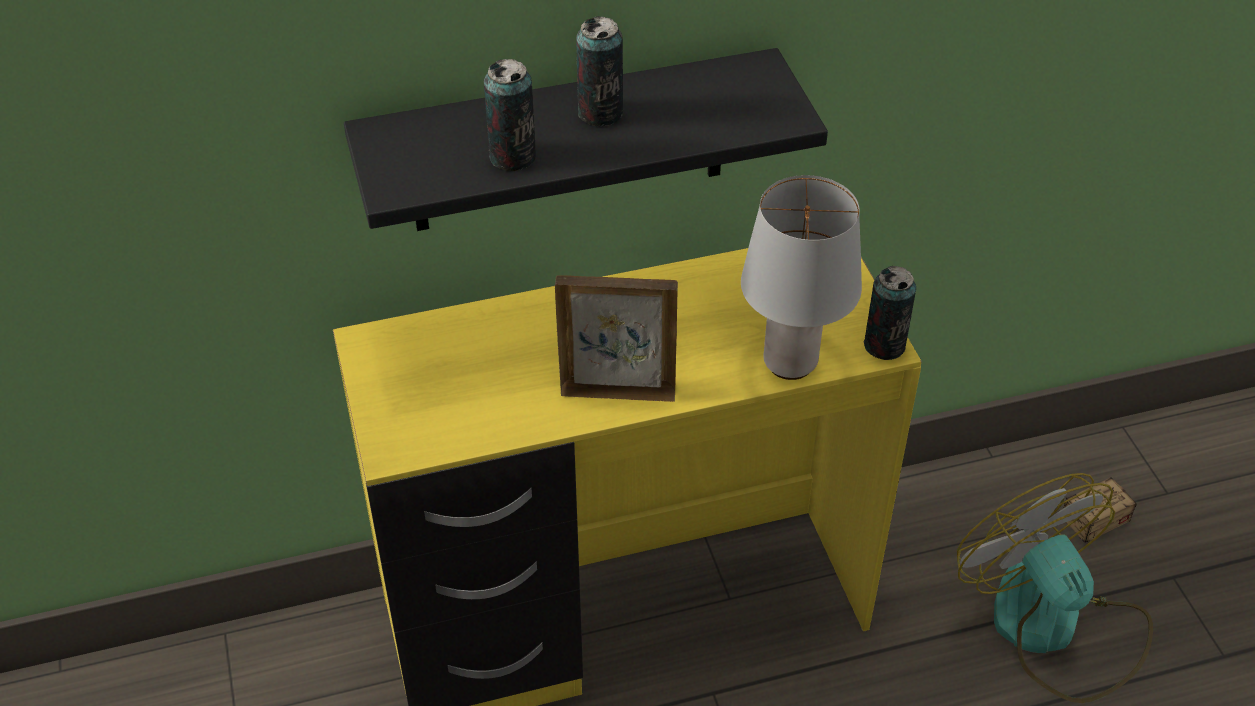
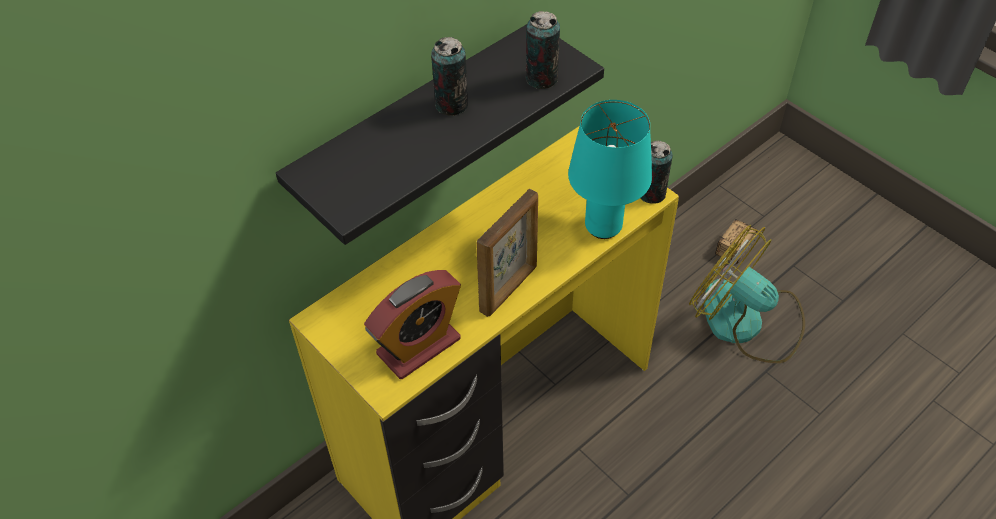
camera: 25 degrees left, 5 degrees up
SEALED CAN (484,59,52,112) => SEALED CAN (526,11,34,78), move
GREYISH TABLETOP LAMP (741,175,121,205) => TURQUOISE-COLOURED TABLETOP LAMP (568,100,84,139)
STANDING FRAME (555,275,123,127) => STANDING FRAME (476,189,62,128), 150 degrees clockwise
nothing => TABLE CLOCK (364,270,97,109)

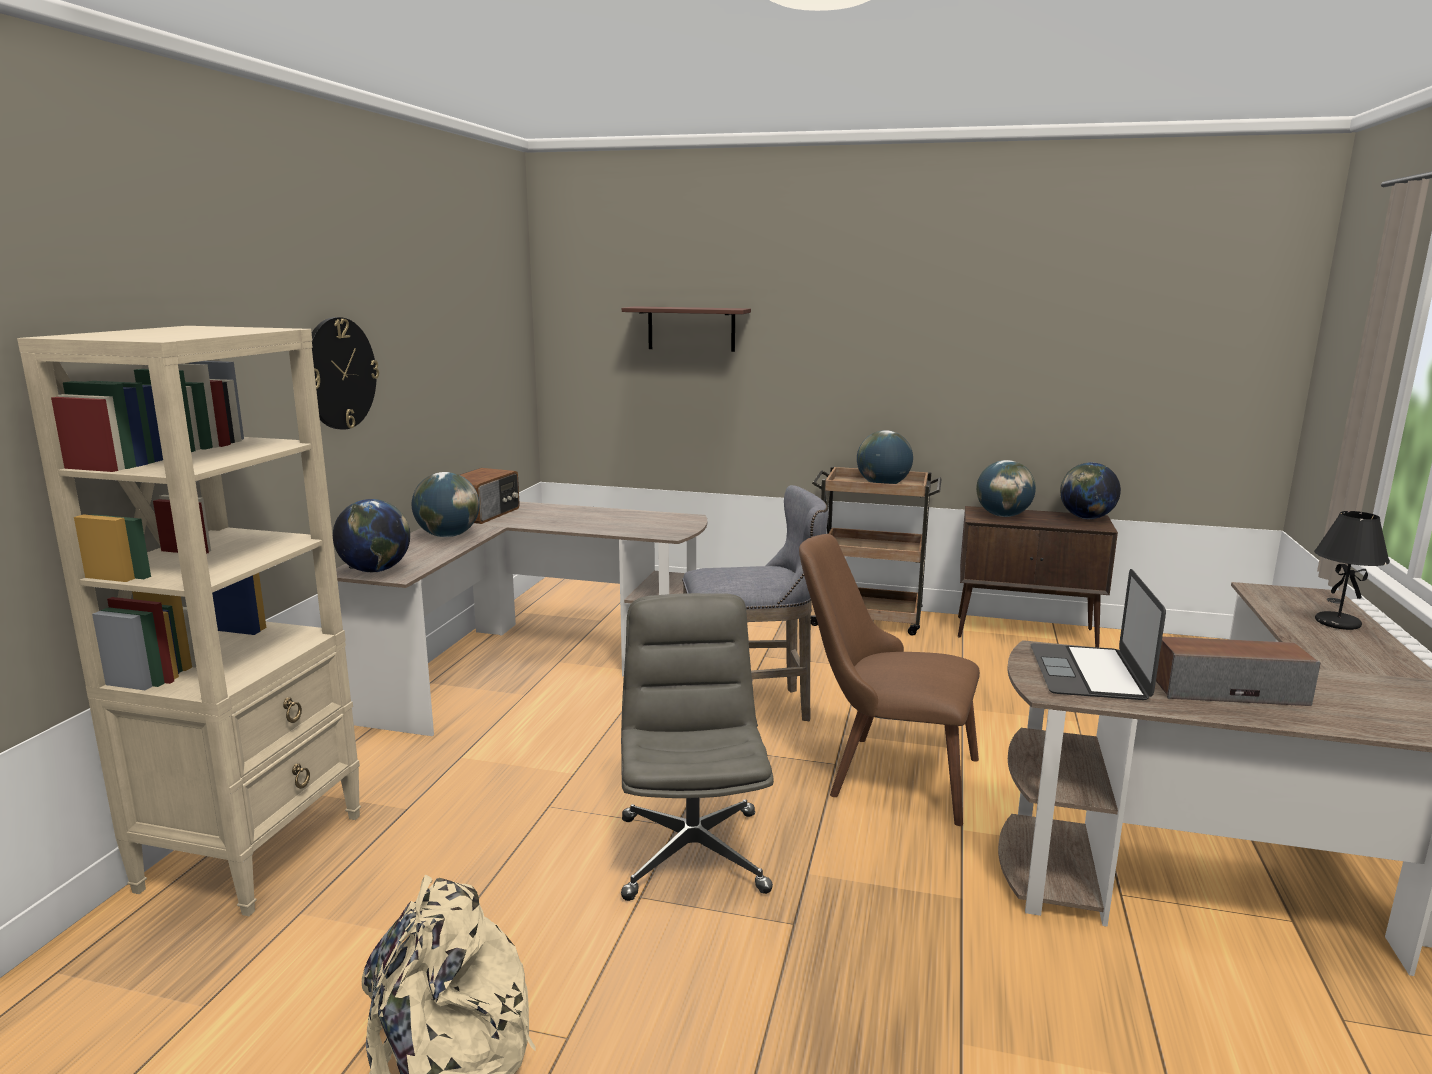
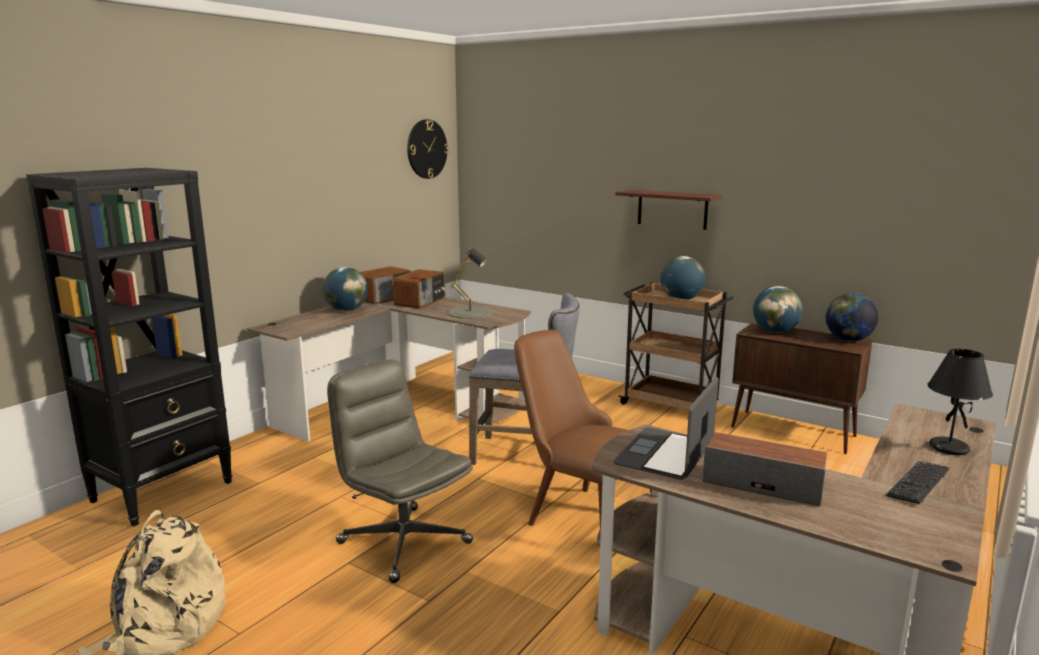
camera: 20 degrees right, 0 degrees up
BRACKET SHELF (622,306,129,46) => BRACKET SHELF (615,190,107,40), move
HANGING CLOCK (312,317,67,113) => HANGING CLOCK (407,119,42,60), move
BEIGE-COLOURED SHELVING UNIT (17,326,344,590) => BLACK SHELVING UNIT (26,168,206,359)
DESK GLOBE (333,499,77,73) => nothing
GREYISH COMPUTER CHAIR (621,593,153,308) => GREYISH COMPUTER CHAIR (327,360,146,223), 60 degrees counterclockwise
nothing => GREYISH TABLETOP LAMP (449,247,44,72)
nothing => RADIO SET (392,269,53,39)
nothing => PC KEYBOARD (886,461,63,43)

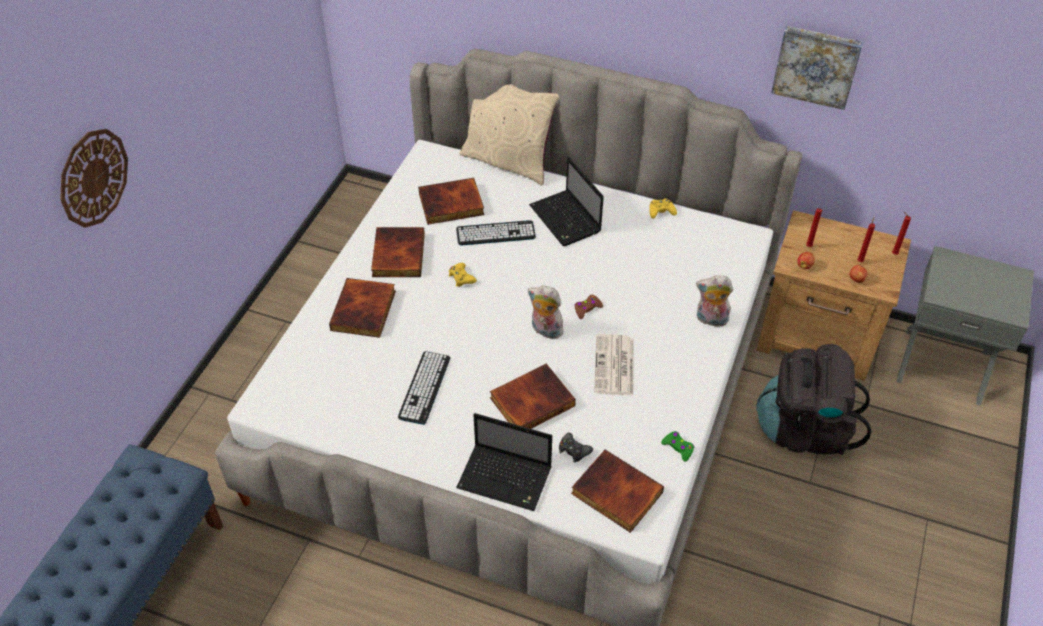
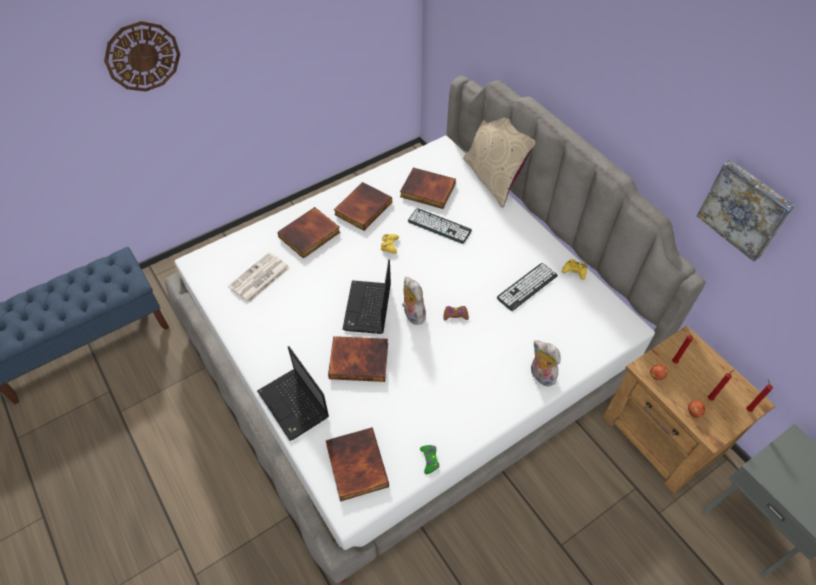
camera: 35 degrees right, 5 degrees up
LAPTOP (529,157,75,89) => LAPTOP (342,259,49,75), move
NEWSPAPER (594,334,40,62) => NEWSPAPER (228,252,62,51), move
BLACK RUCKSACK (756,344,115,111) => nothing
PC KEYBOARD (398,351,52,74) => PC KEYBOARD (497,263,61,48), move
BLACK JOYPAD (559,432,34,31) => nothing

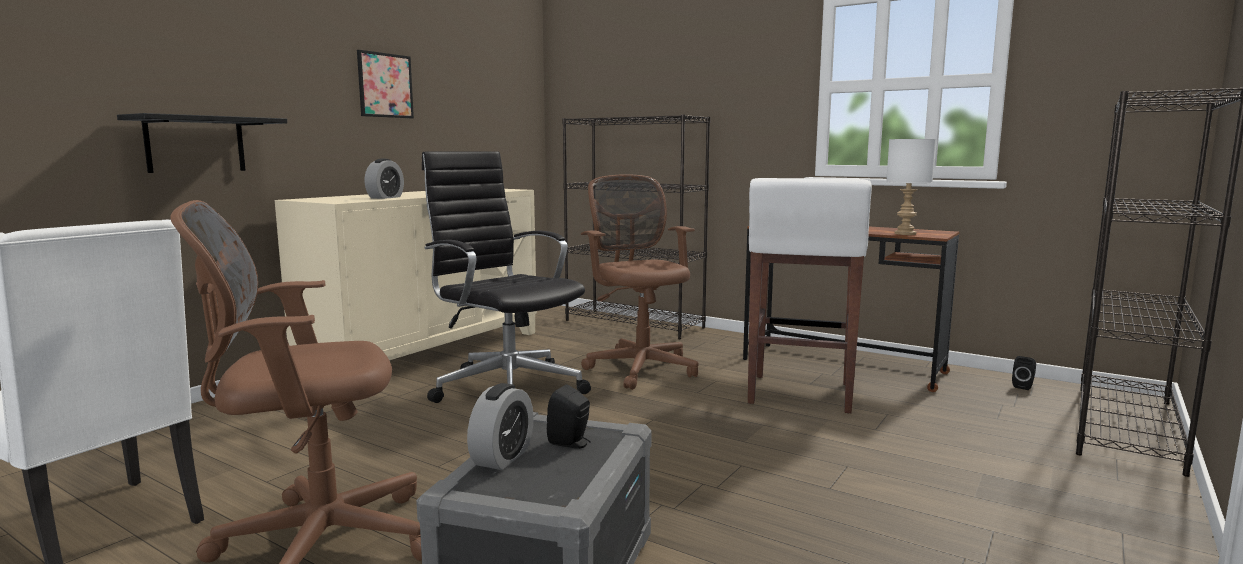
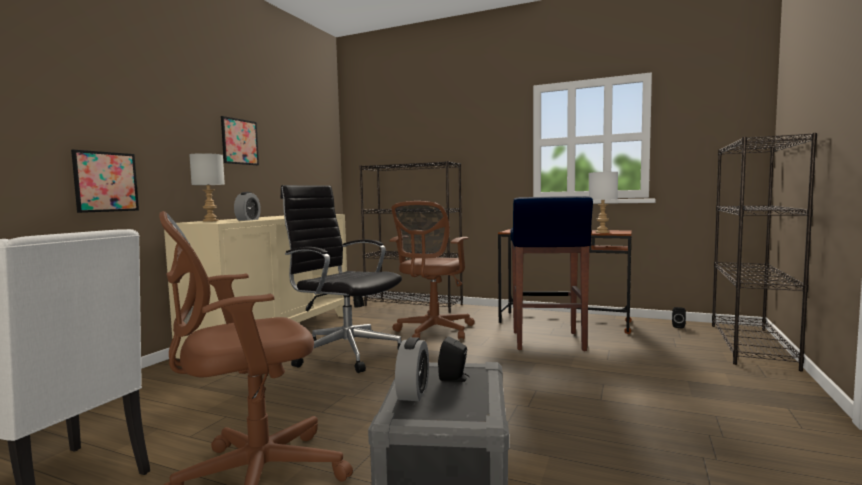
camera: 10 degrees left, 5 degrees down
BLACK BRACKET SHELF (117,113,170,60) => WALL PICTURE (71,150,68,63)
BROWN COMPUTER CHAIR (581,174,118,216) => BROWN COMPUTER CHAIR (389,201,85,139), 120 degrees counterclockwise
WHITE SITTING STOOL (748,178,124,235) => BLUISH SITTING STOOL (510,196,83,155)
nothing => GREYISH TABLETOP LAMP (189,153,36,69)

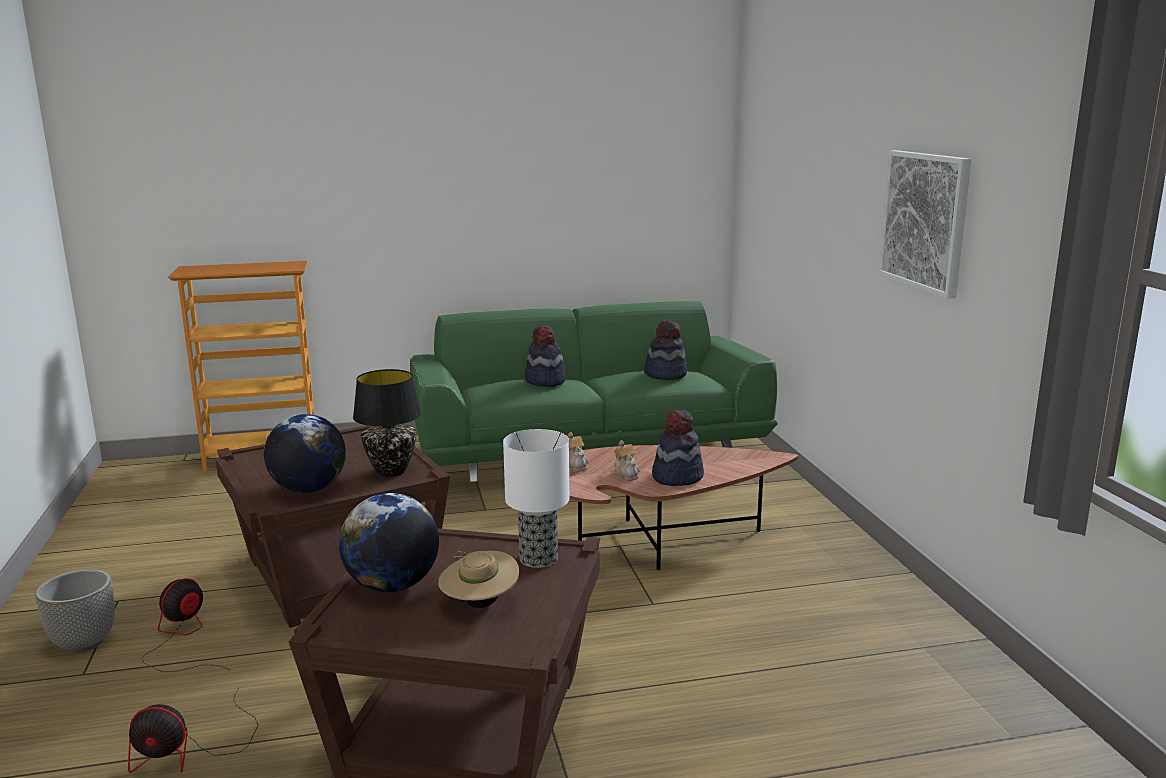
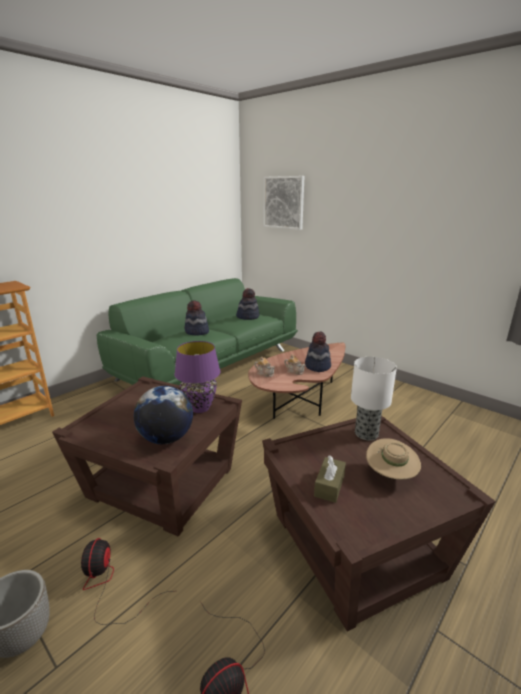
camera: 35 degrees left, 5 degrees up
WALL PICTURE (878,150,93,149) => WALL PICTURE (264,176,40,54), move
BLACK TABLETOP LAMP (353,369,69,108) => PURPLE-COLOURED TABLETOP LAMP (174,341,47,72)
DESK GLOBE (339,493,100,99) => BROWN TISSUE BOX (314,455,32,48)

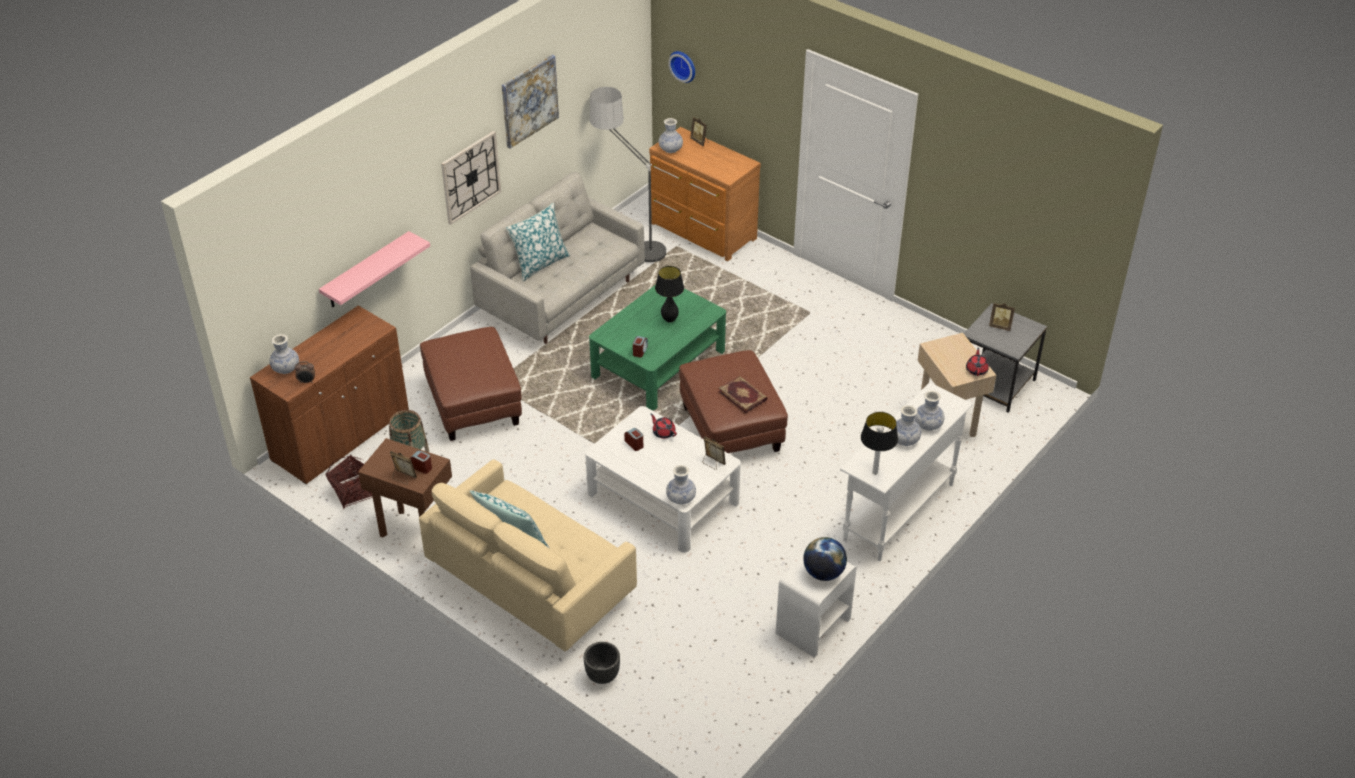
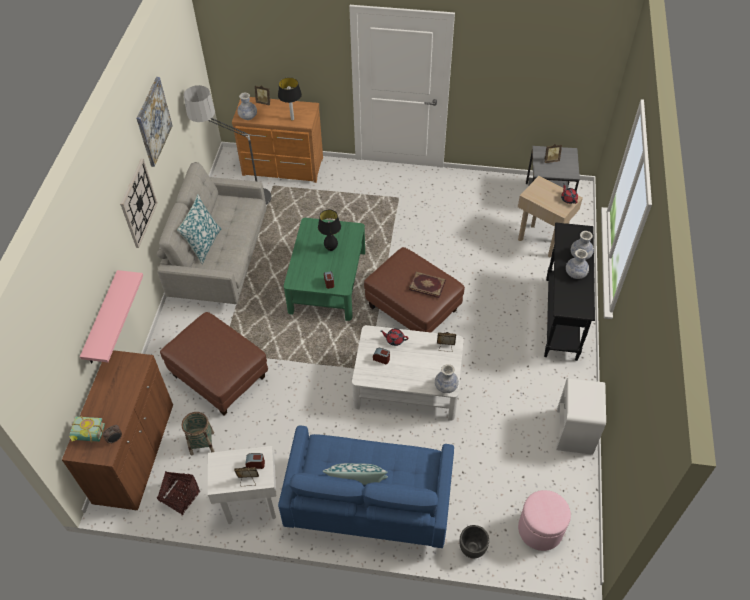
camera: 30 degrees left, 10 degrees up
HANGING CLOCK (668,51,27,32) => nothing
VASE (269,334,30,40) => BOUND BOOK (69,416,36,26)
WHITE HALL TABLE (840,382,133,179) => BLACK HALL TABLE (544,223,51,138)
TABLETOP LAMP (861,412,37,63) => TABLETOP LAMP (278,77,24,44), move
BROWN SIDE TABLE (358,438,94,99) => WHITE SIDE TABLE (208,446,68,78)
BEIGE-COLOURED SOFA (419,459,218,192) => BLUISH SOFA (278,425,176,123)
DESK GLOBE (803,537,44,44) => nothing
nothing => PINK-COLOURED OTTOMAN (518,490,53,61)

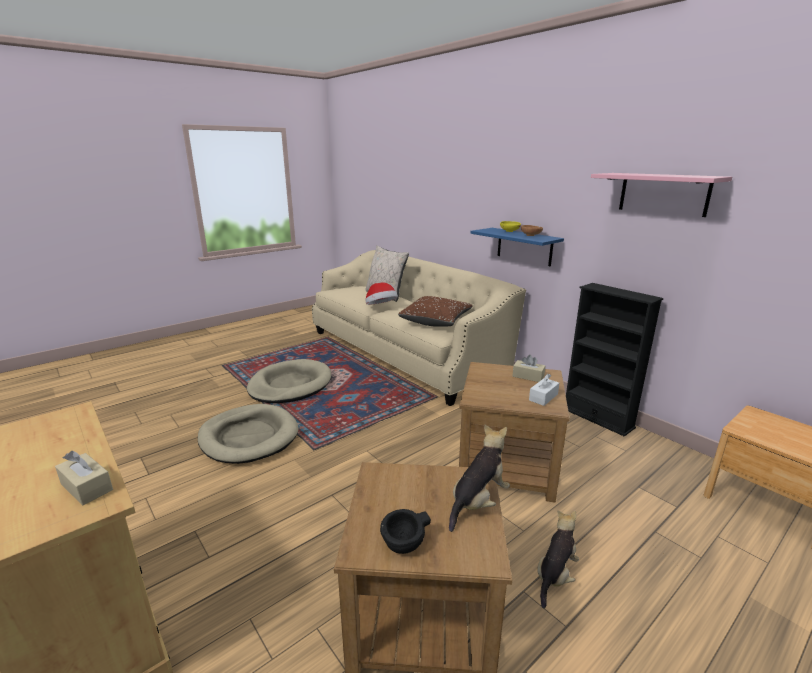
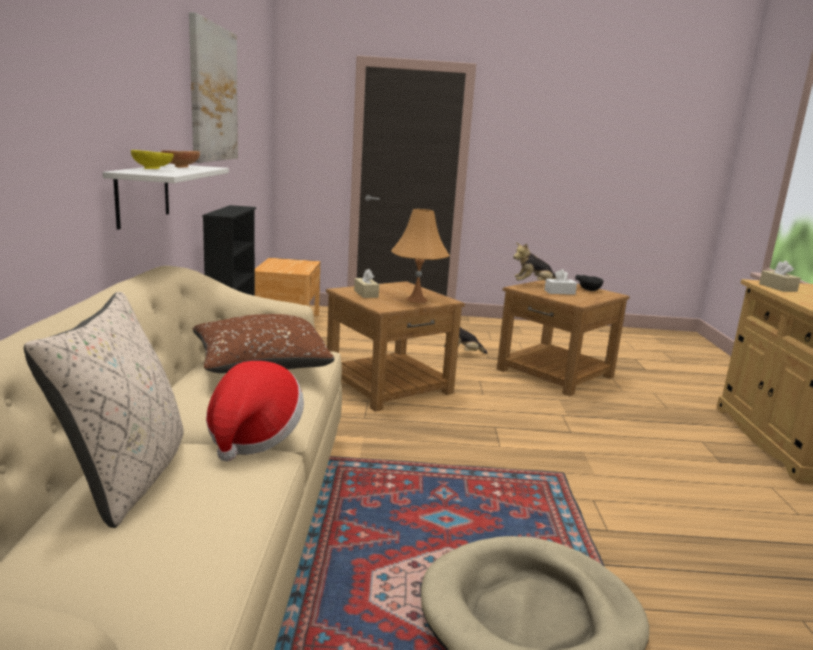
camera: 140 degrees left, 5 degrees down
PINK-COLOURED BRACKET SHELF (591,173,141,44) => WALL PICTURE (189,12,49,151)
BLUISH BRACKET SHELF (470,228,94,38) => WHITE BRACKET SHELF (103,164,126,66)
WHITE TISSUE BOX (529,374,30,32) => WHITE TISSUE BOX (544,269,33,26), move
BEIGE-COLOURED DOG CUSHION (198,404,101,60) => nothing
nothing => ORANGEY TABLETOP LAMP (391,209,59,94)

